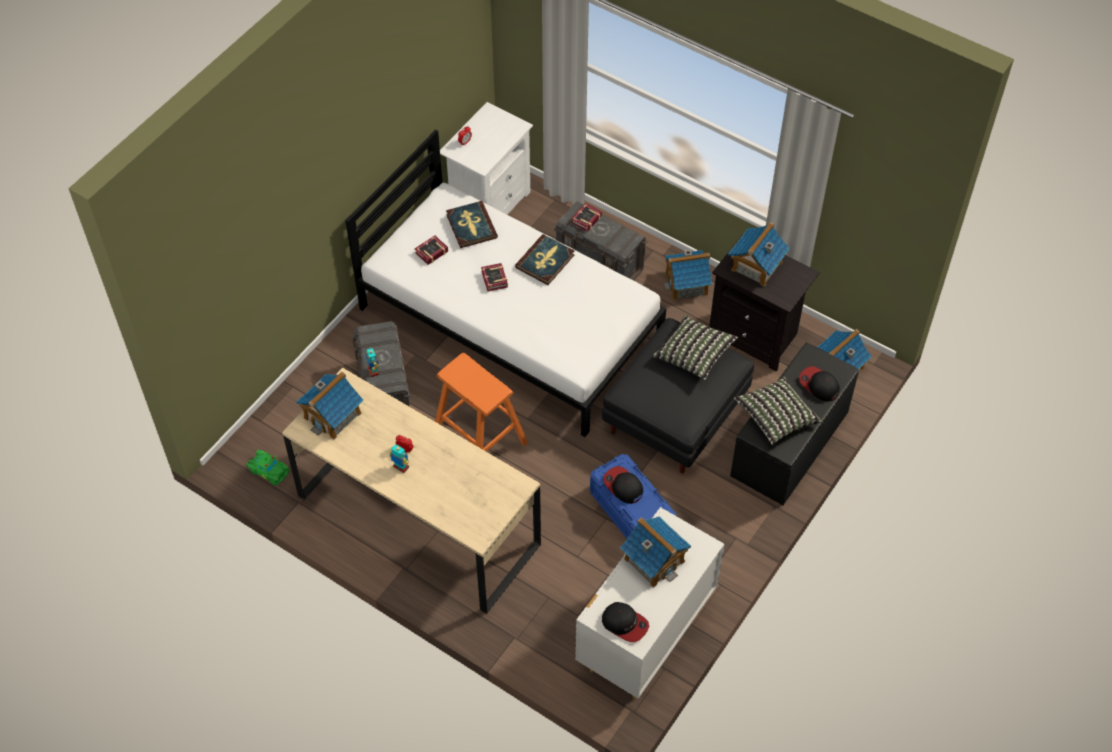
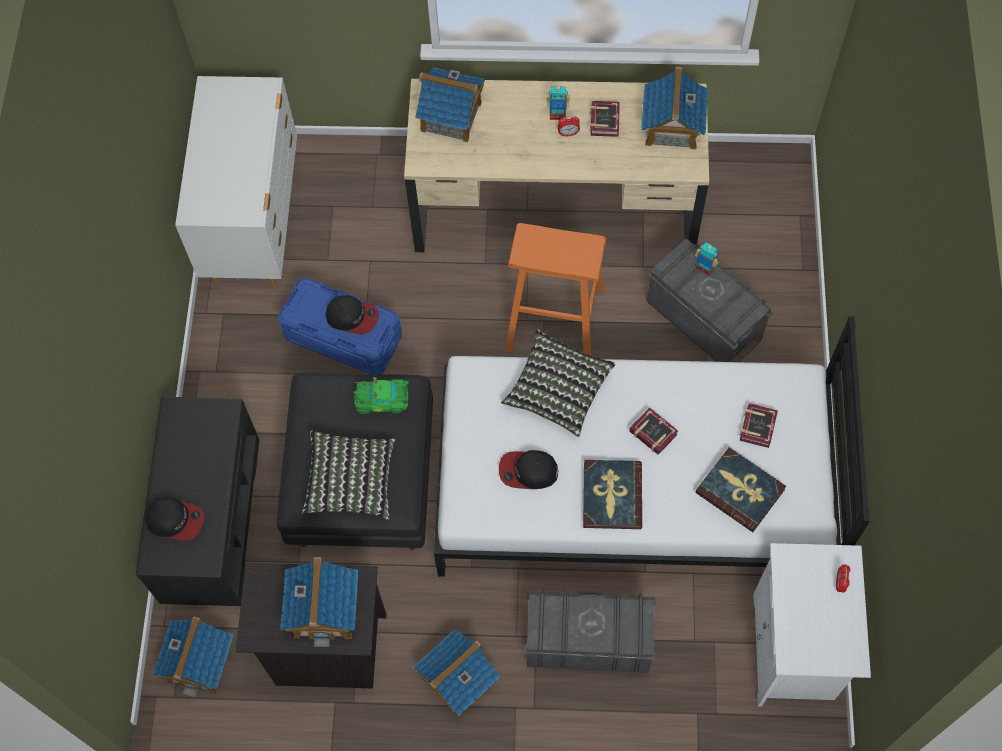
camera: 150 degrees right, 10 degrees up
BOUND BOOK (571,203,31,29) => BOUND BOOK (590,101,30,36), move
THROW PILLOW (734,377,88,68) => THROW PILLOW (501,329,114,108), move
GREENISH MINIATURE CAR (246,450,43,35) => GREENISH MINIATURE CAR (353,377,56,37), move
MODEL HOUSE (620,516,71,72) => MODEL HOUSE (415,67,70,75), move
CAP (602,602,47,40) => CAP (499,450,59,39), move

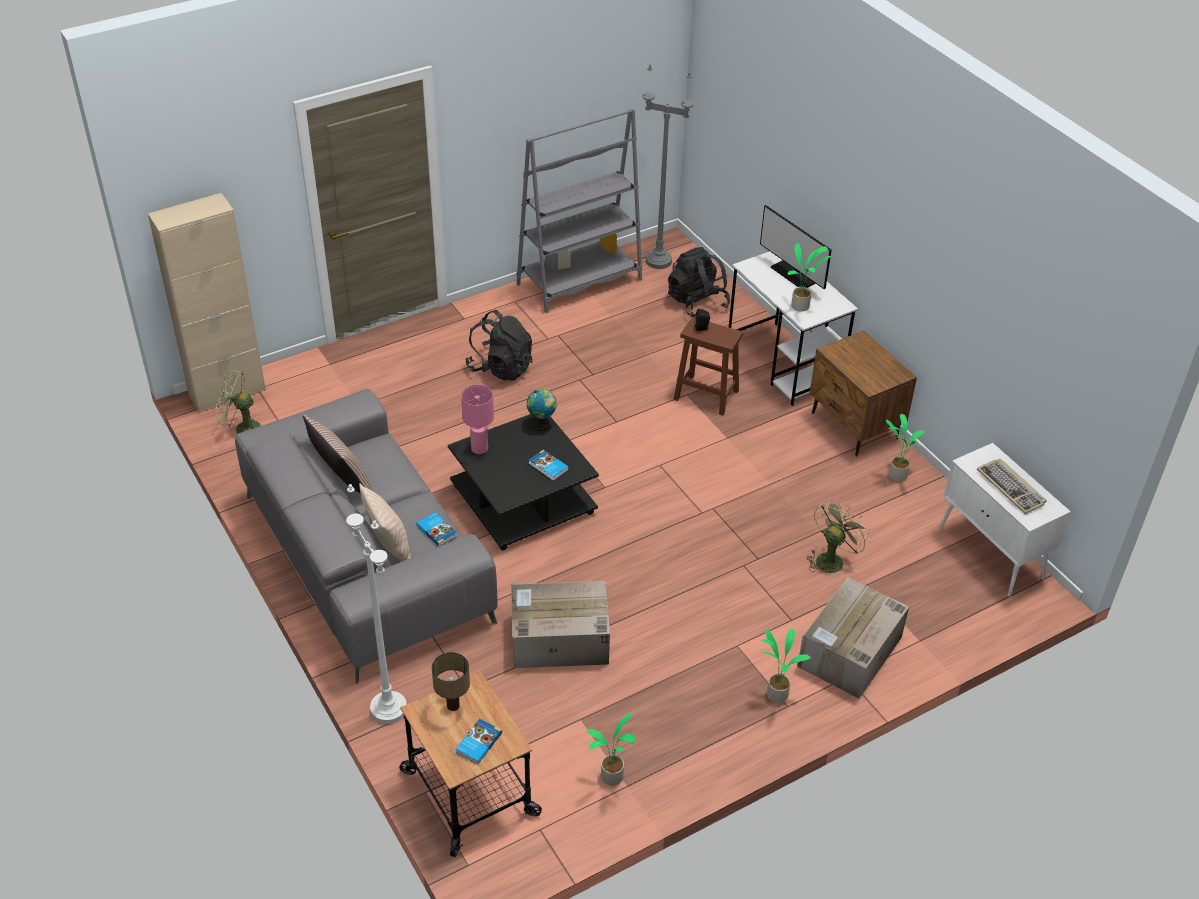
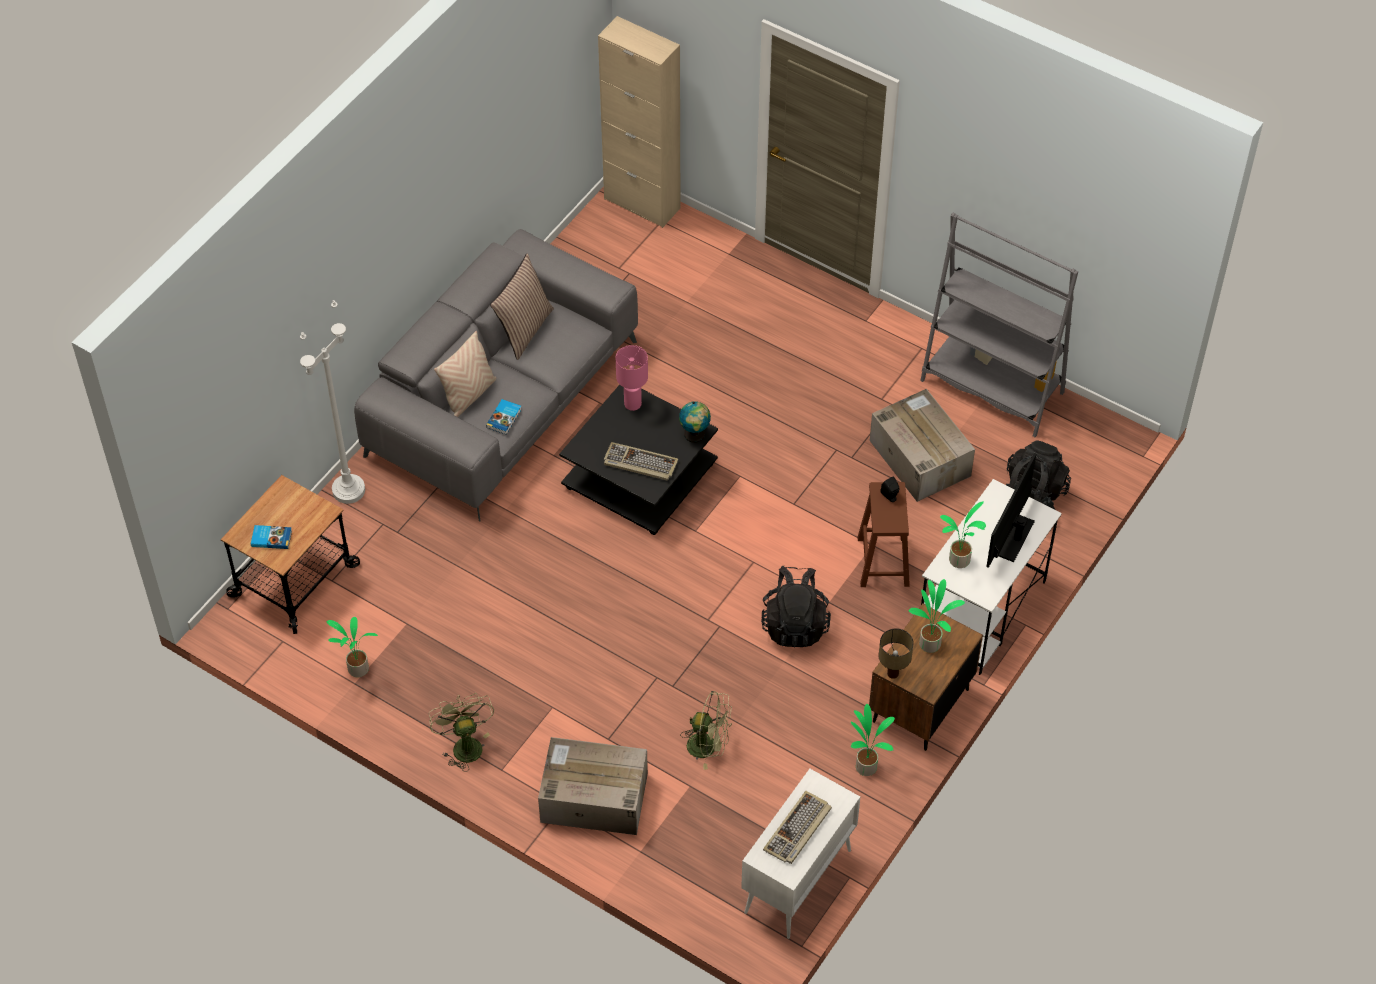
camera: 65 degrees right, 10 degrees up
GREYISH STANDARD LAMP (643,64,50,205) => nothing
BLACK RUCKSACK (466,310,67,71) => BLACK RUCKSACK (761,566,70,82), move
GREENISH FAN (216,370,45,64) => GREENISH FAN (429,693,65,79), move
BOUND BOOK (529,450,40,31) => PC KEYBOARD (604,442,74,39)
PACKING BOX (511,581,99,87) => PACKING BOX (870,389,105,113), move
PLANT IN A POT (761,629,50,74) => PLANT IN A POT (909,579,56,74), move
TABLETOP LAMP (432,652,38,59) => TABLETOP LAMP (879,629,35,50), move

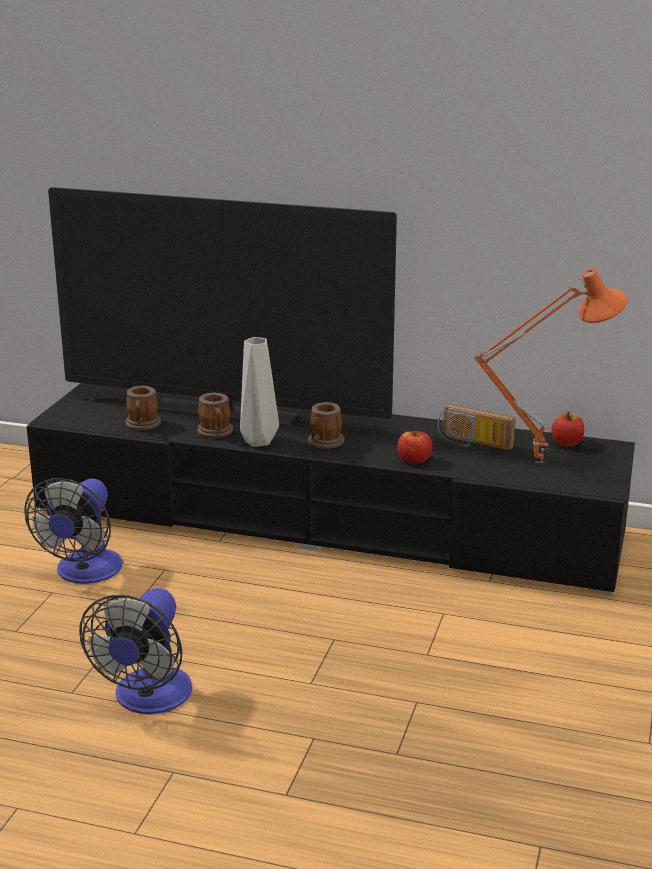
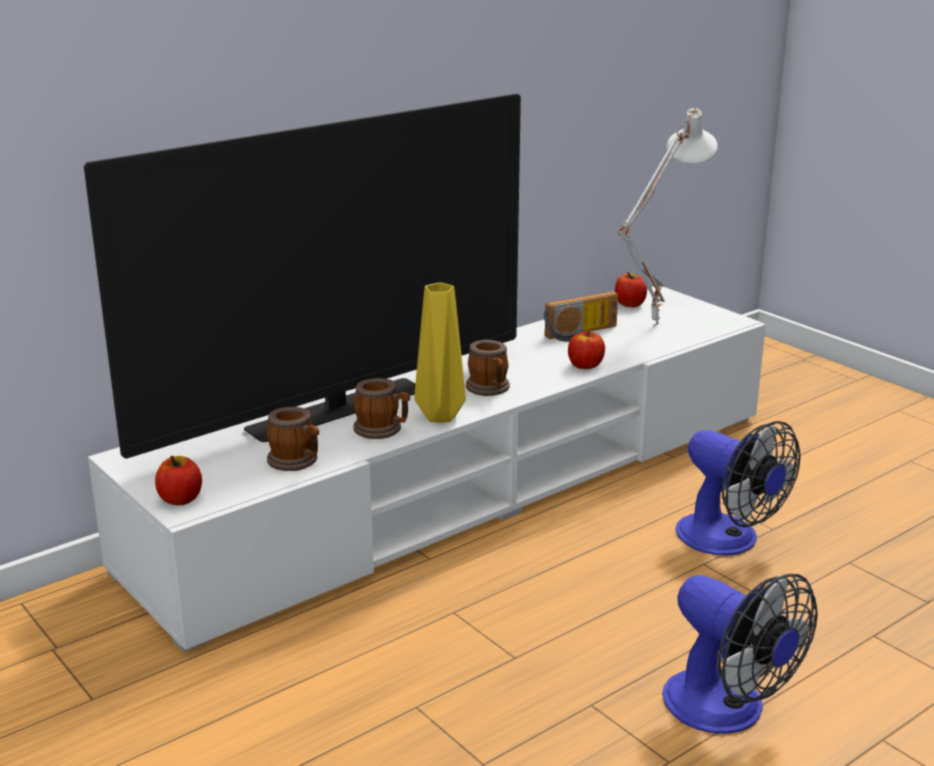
camera: 55 degrees left, 0 degrees up
ORANGEY TABLETOP LAMP (475,268,153,195) => WHITE TABLETOP LAMP (618,108,100,218)
GREYISH VASE (240,337,39,110) => YELLOWISH VASE (414,282,52,140)
BLACK TV STAND (27,383,608,211) => WHITE TV STAND (88,285,678,367)
FAN (24,478,98,106) => FAN (675,421,126,134), move
nothing => APPLE FRUIT (155,456,47,49)

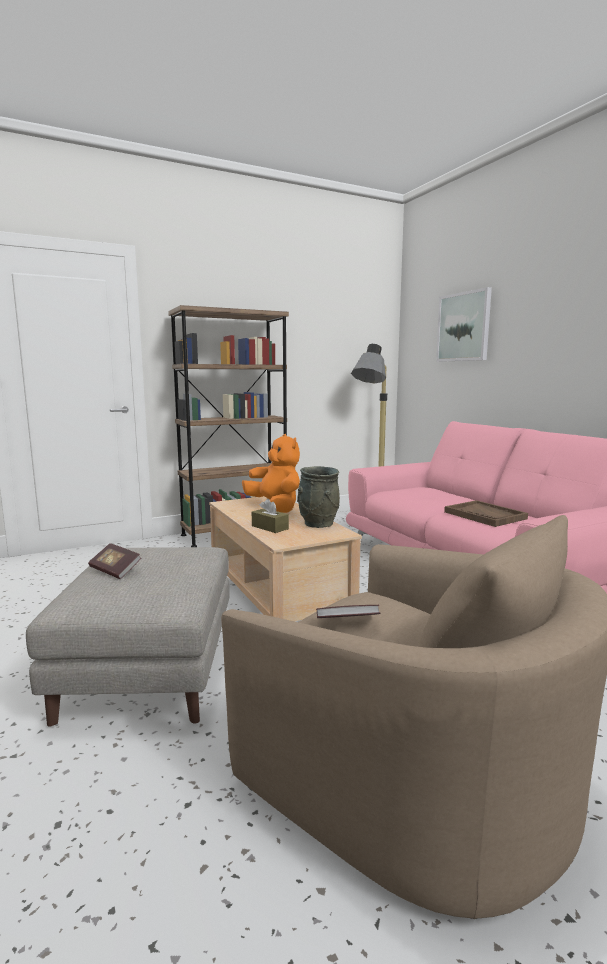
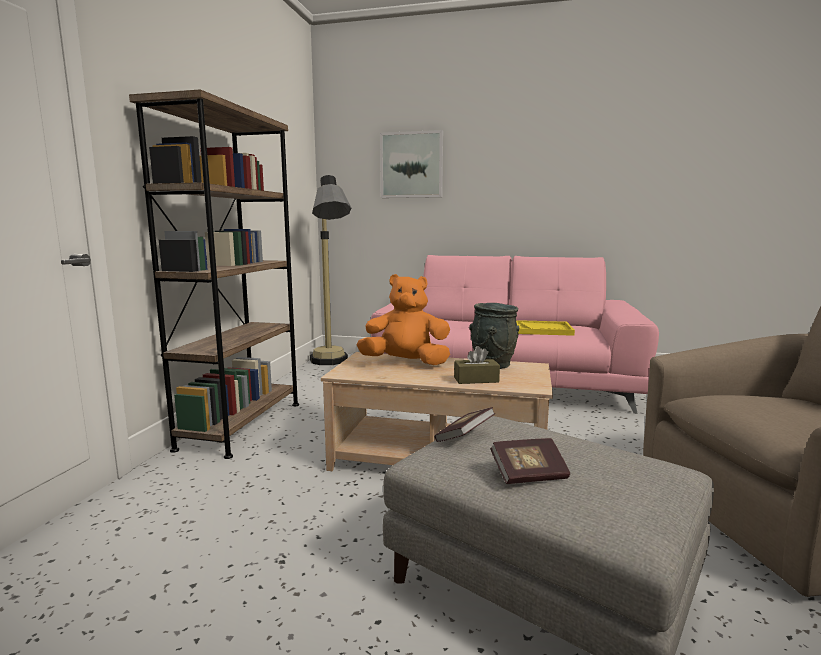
camera: 50 degrees left, 0 degrees up
BROWN TRAY (444,500,84,27) => YELLOWISH TRAY (516,320,59,16)
BOUND BOOK (316,605,64,13) => BOUND BOOK (435,407,60,35), move

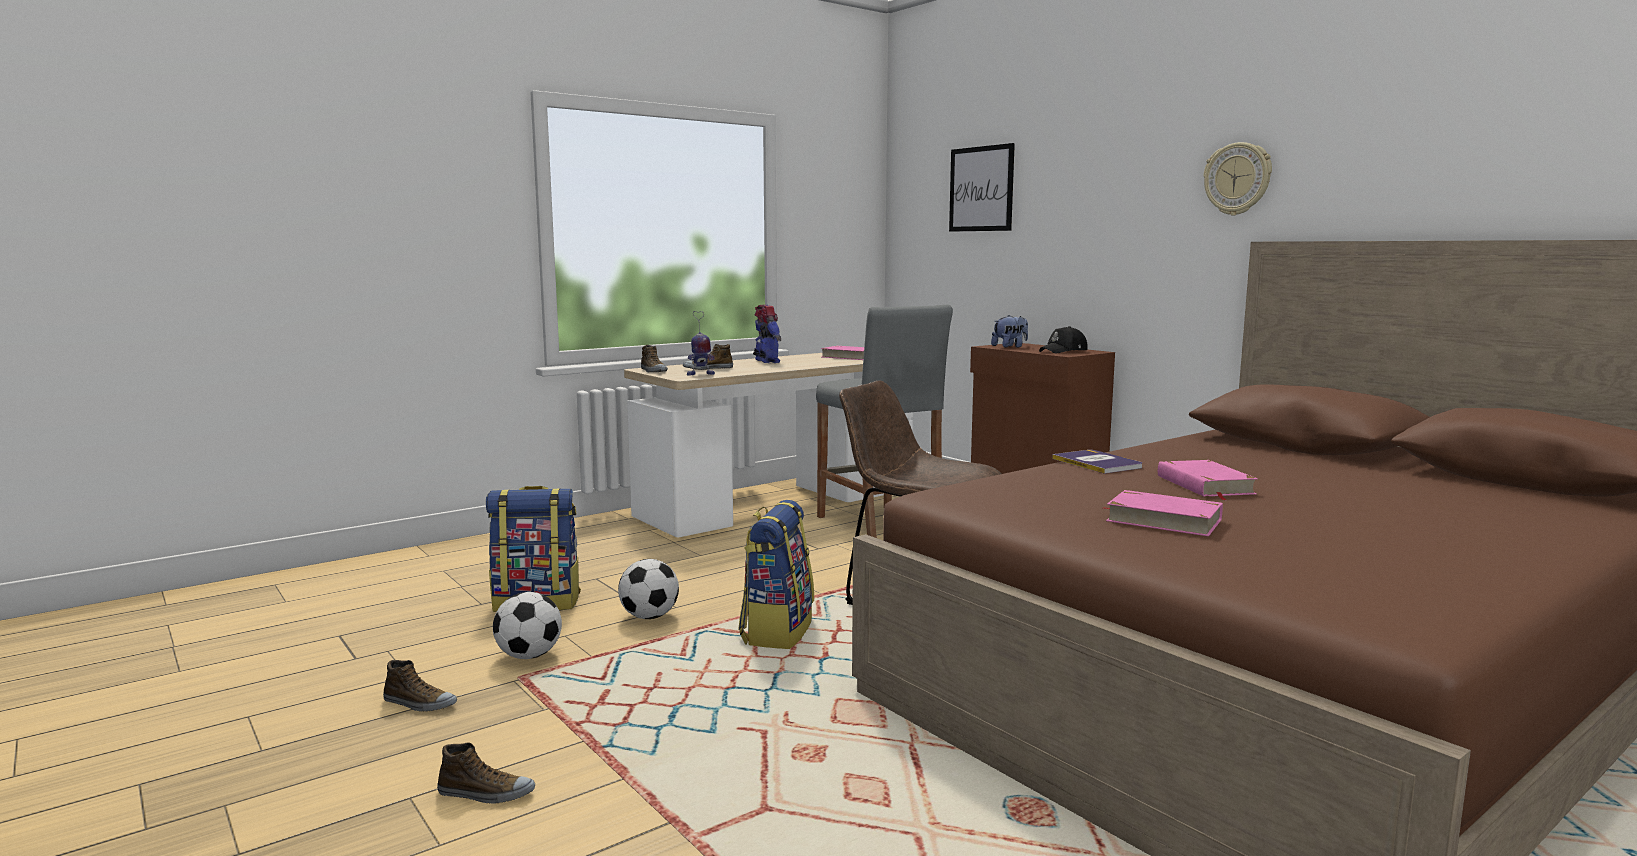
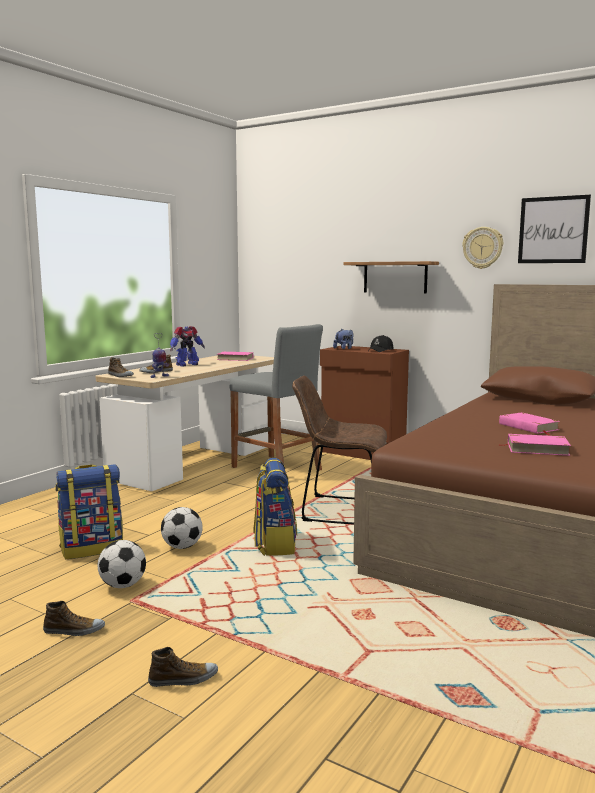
camera: 20 degrees left, 0 degrees up
WALL PICTURE (949,143,66,89) => WALL PICTURE (518,195,73,68), move
TOY ROBOT (753,304,28,59) => TOY ROBOT (170,326,35,41), 90 degrees clockwise
BOUND BOOK (1052,450,90,24) => nothing
nothing => BRACKET SHELF (343,261,96,32)

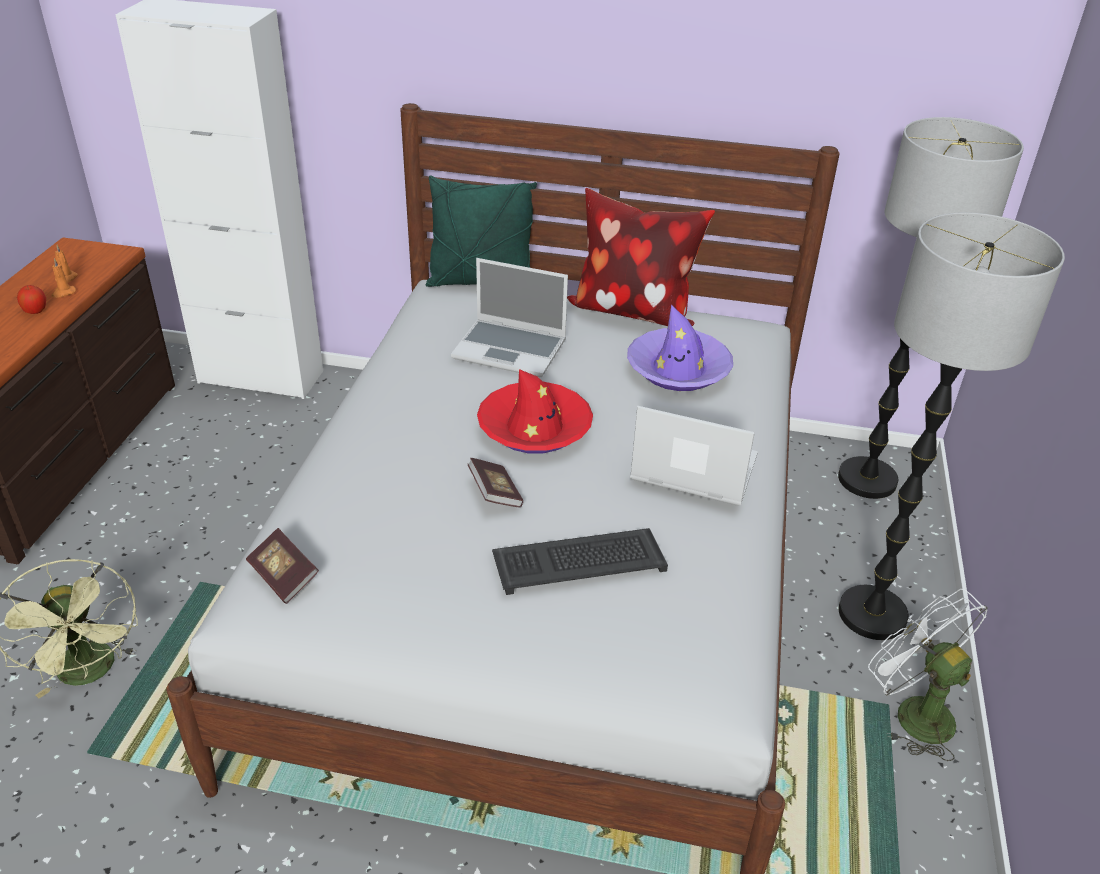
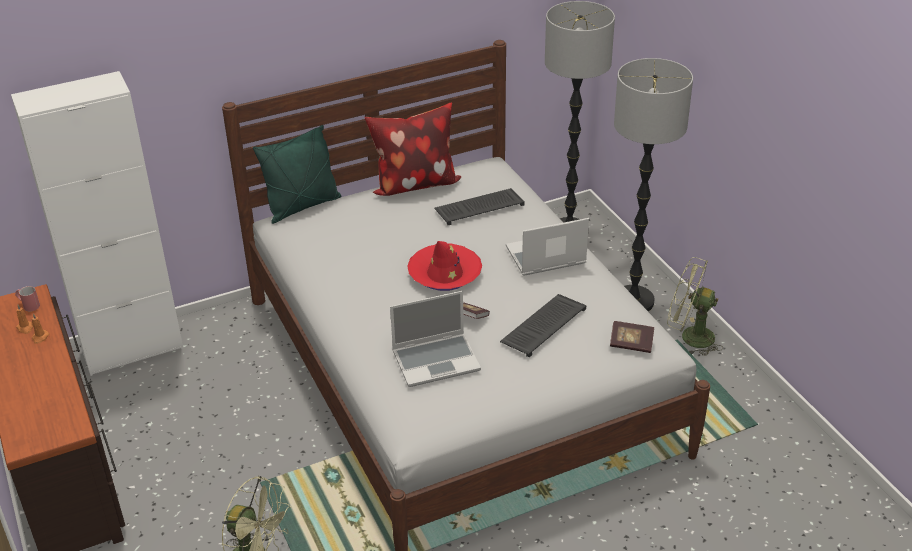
camera: 35 degrees left, 0 degrees up
LAPTOP (451,258,117,119) => LAPTOP (390,291,91,96), move
APPLE FRUIT (17,285,29,29) => nothing
PURPLE-COLOURED WEARABLE HAT (627,305,106,86) => PC KEYBOARD (434,188,91,37)
BOUND BOOK (246,528,73,76) => BOUND BOOK (610,321,44,32), move
WHITE FAN (868,589,120,172) => GREENISH FAN (667,257,56,99)
nothing => REDDISH COFFEE MUG (15,286,25,25)

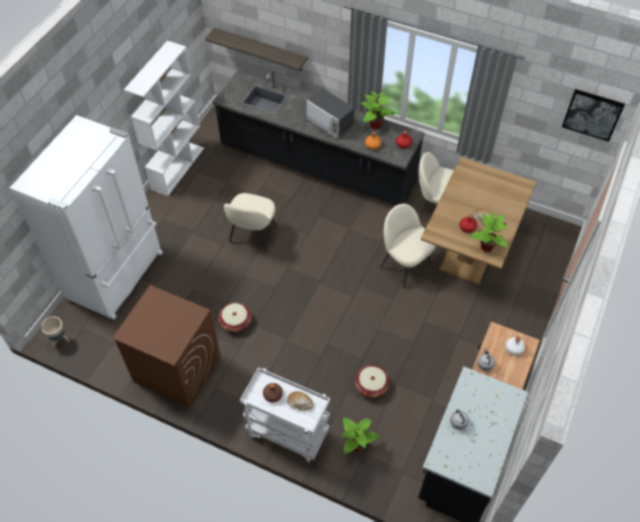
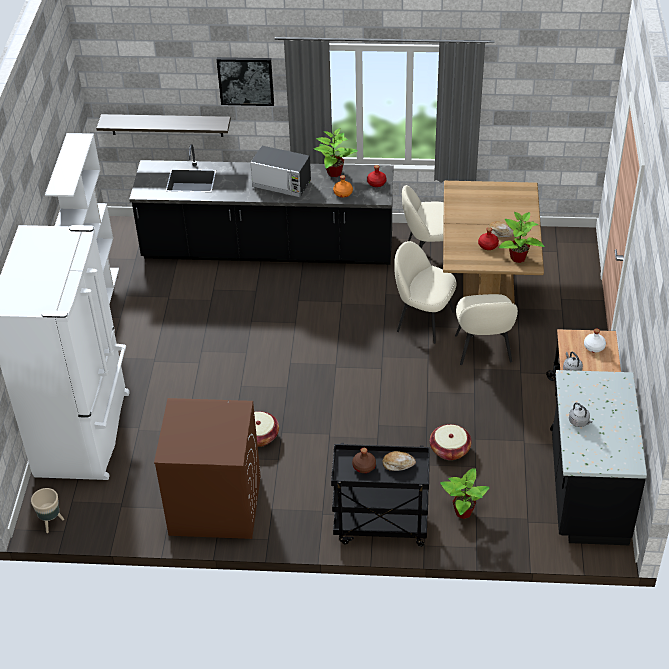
camera: 20 degrees left, 10 degrees down
WALL PICTURE (562,89,63,53) => WALL PICTURE (217,57,57,49), move
BEIGE-COLOURED UPRIGHT CHAIR (224,193,54,59) => BEIGE-COLOURED UPRIGHT CHAIR (455,294,63,71), move
WHITE WHEELED CART (240,367,90,96) => BLACK WHEELED CART (331,443,99,104)

